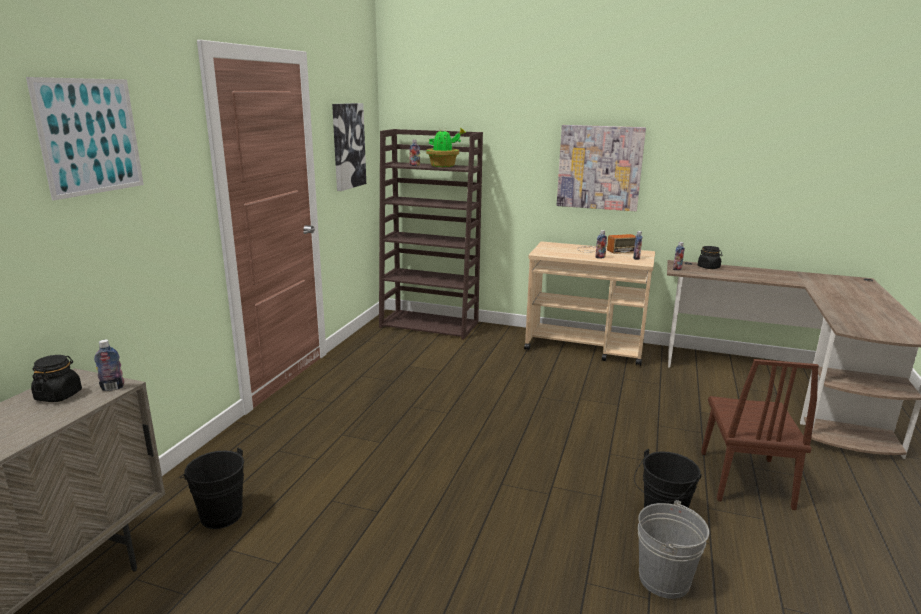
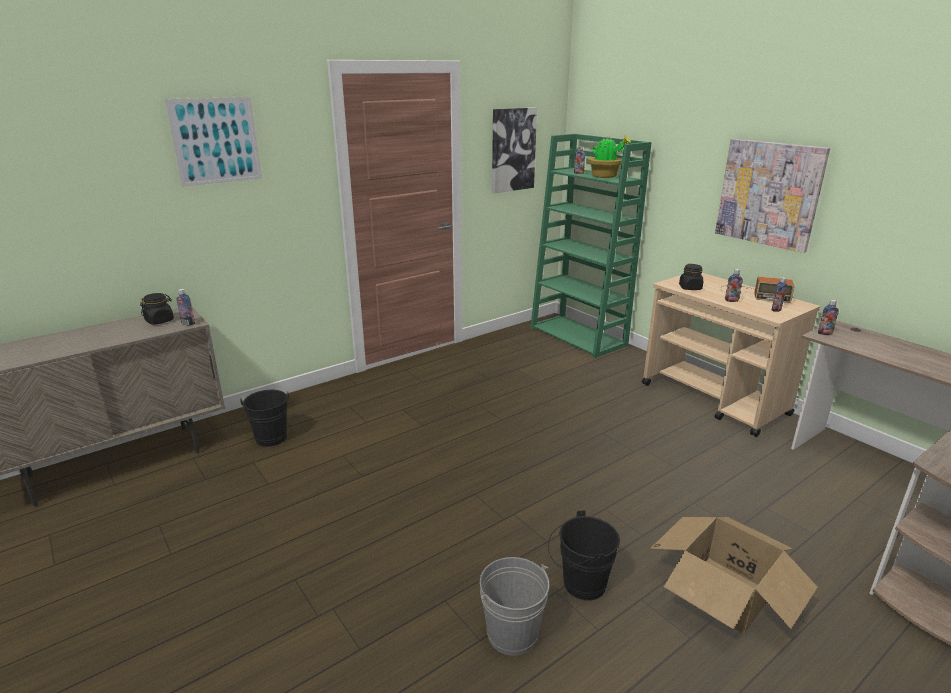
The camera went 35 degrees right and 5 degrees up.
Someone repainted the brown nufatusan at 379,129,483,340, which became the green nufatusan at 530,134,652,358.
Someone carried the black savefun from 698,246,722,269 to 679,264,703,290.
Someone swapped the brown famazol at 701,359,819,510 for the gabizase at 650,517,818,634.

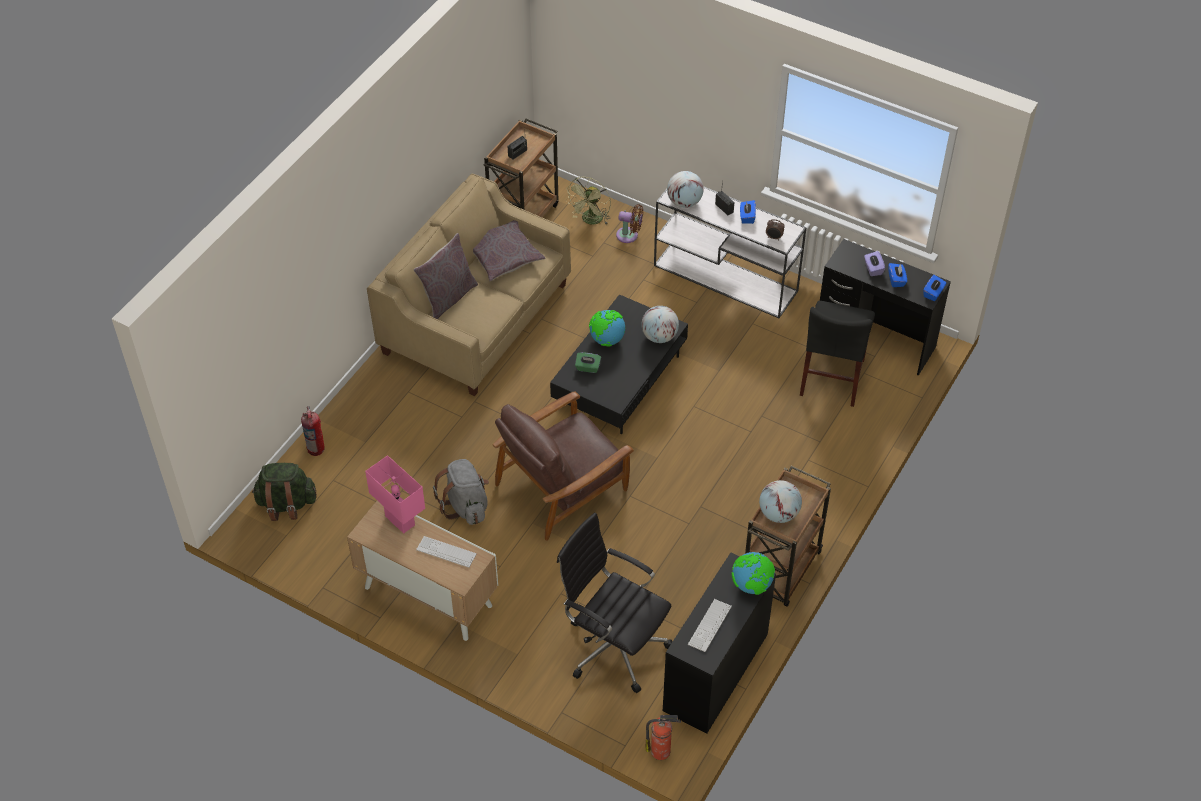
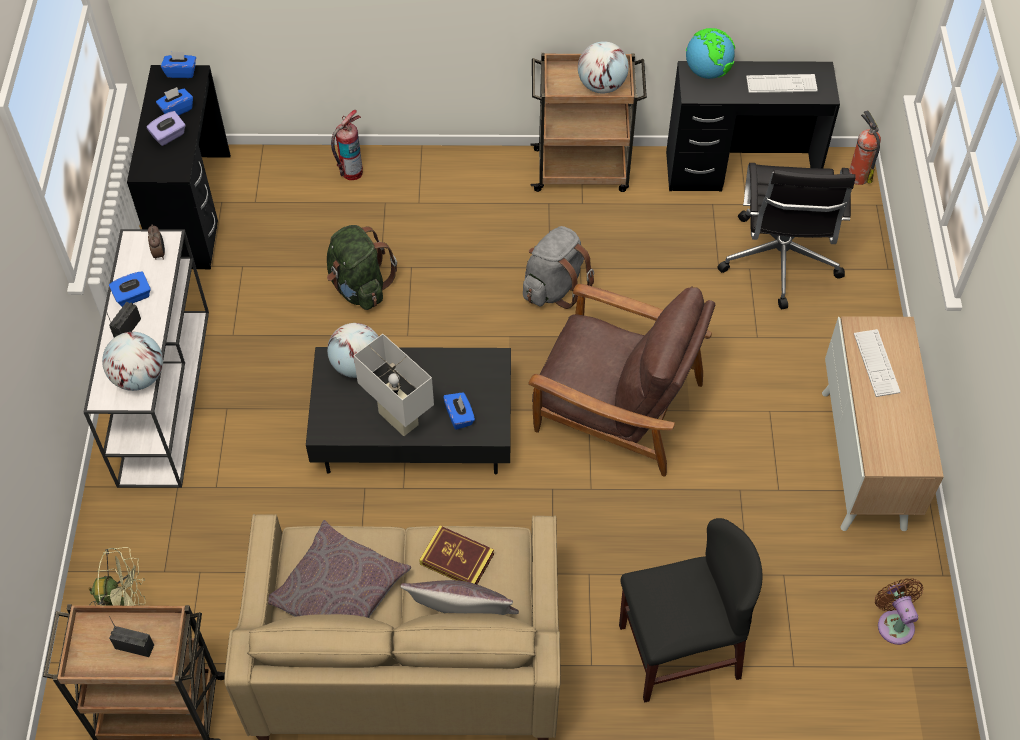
The camera went 120 degrees left and 5 degrees up.
Someone carried the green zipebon from 252,463,317,521 to 327,225,397,310.
Someone carried the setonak from 301,406,325,456 to 331,110,363,180.
Someone took away the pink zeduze at 365,455,425,533.
Someone carried the grey zipebon from 433,459,489,525 to 523,226,594,309.
Someone repainted the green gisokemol at 575,352,601,373, which became the blue gisokemol at 443,392,475,430.
Someone swapped the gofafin at 589,310,625,347 for the white zeduze at 353,334,434,436.
Someone carried the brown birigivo from 616,204,643,243 to 875,578,923,645.
Someone carried the black famazol from 800,301,875,407 to 619,518,762,702.
Someone put down the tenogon at 419,526,494,584.

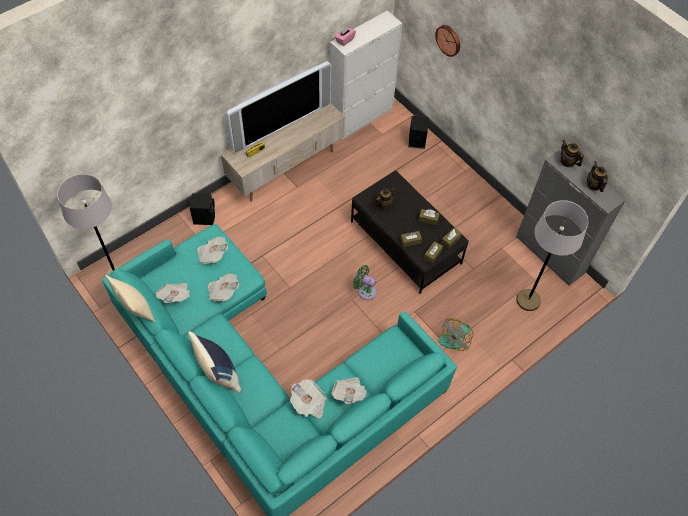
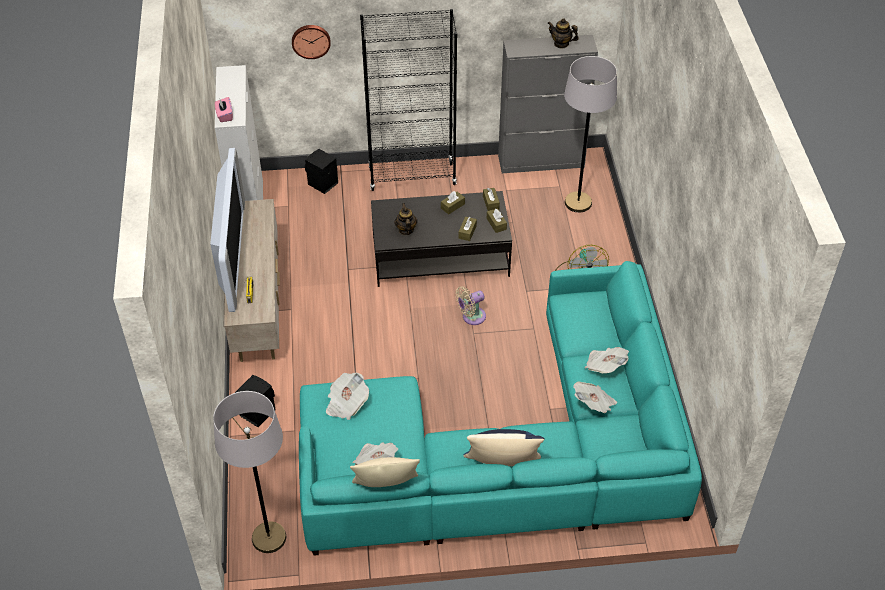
The camera went 55 degrees left and 10 degrees down.
Someone took away the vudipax at 208,273,239,301.
Someone repainted the green birigivo at 353,265,377,300, which became the beige birigivo at 455,287,486,325.
Someone took away the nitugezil at 561,140,584,167.
Someone put down the black nufatusan at 360,9,457,191.

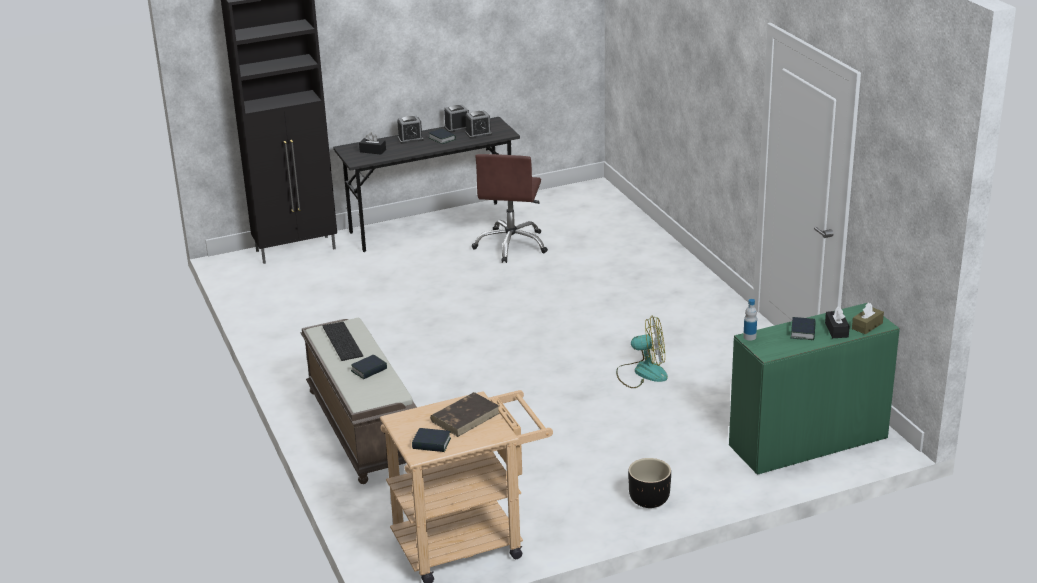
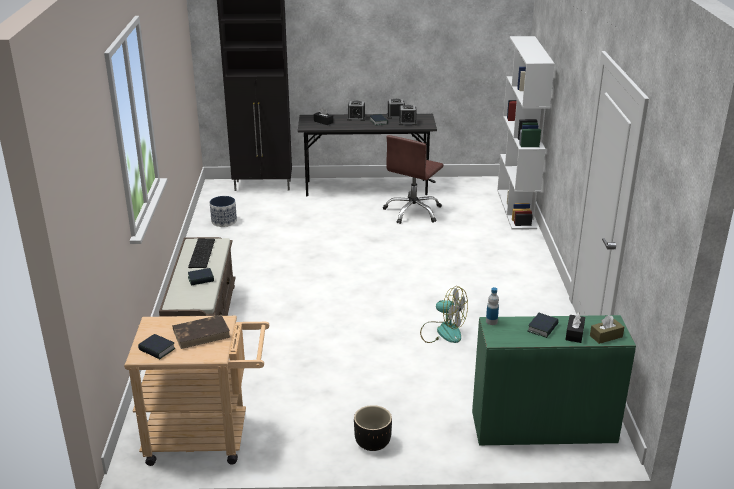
The camera went 20 degrees right and 0 degrees up.
Someone put down the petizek at 210,196,237,227.
Someone put down the white nufatusan at 497,36,555,230.

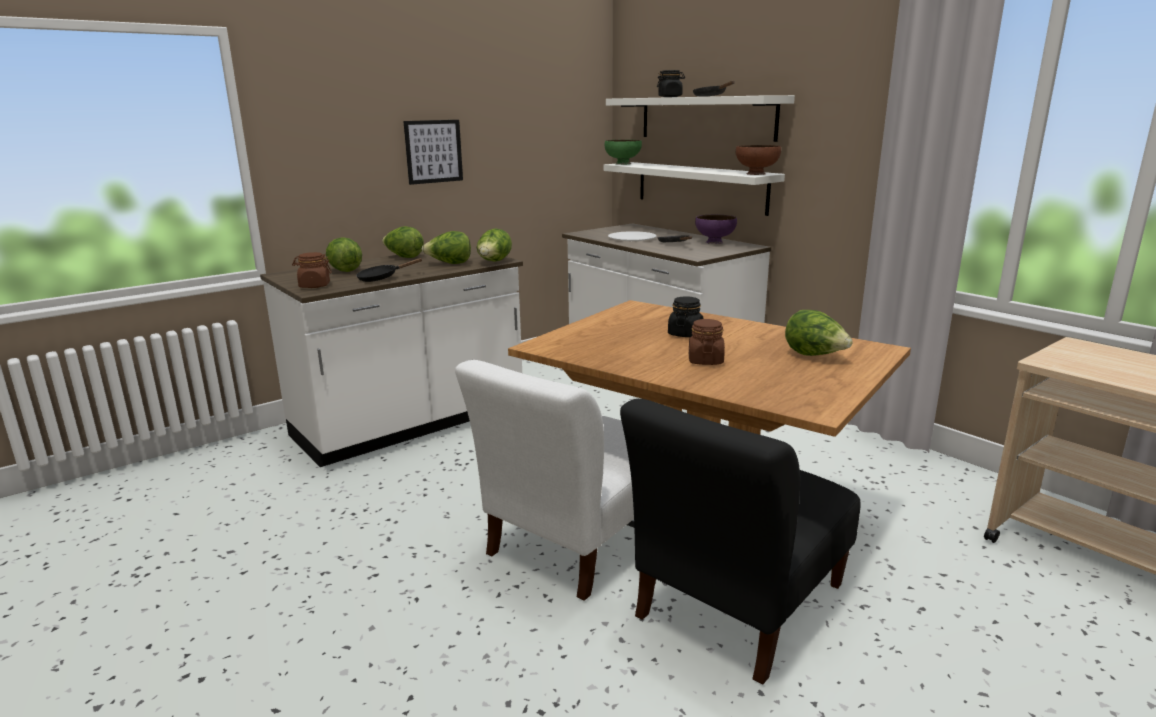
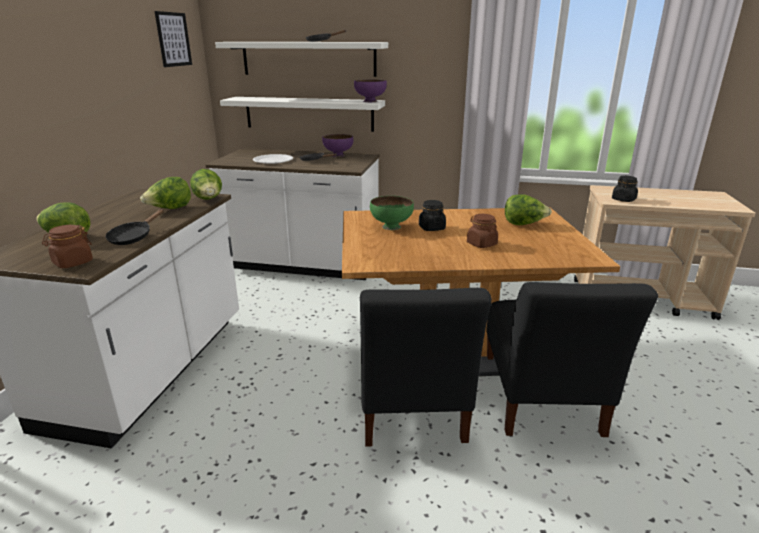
The camera went 40 degrees left and 5 degrees up.
Someone took away the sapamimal at 382,226,424,258.
Someone carried the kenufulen from 403,120,463,185 to 154,11,192,67.
Someone repainted the white famazol at 455,360,634,601, which became the black famazol at 360,288,492,447.
Someone carried the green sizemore from 605,140,642,165 to 370,196,414,230.
Someone carried the black savefun from 657,70,685,97 to 612,176,638,202.
Someone repainted the brown sizemore at 736,145,781,175, which became the purple sizemore at 354,79,387,102.

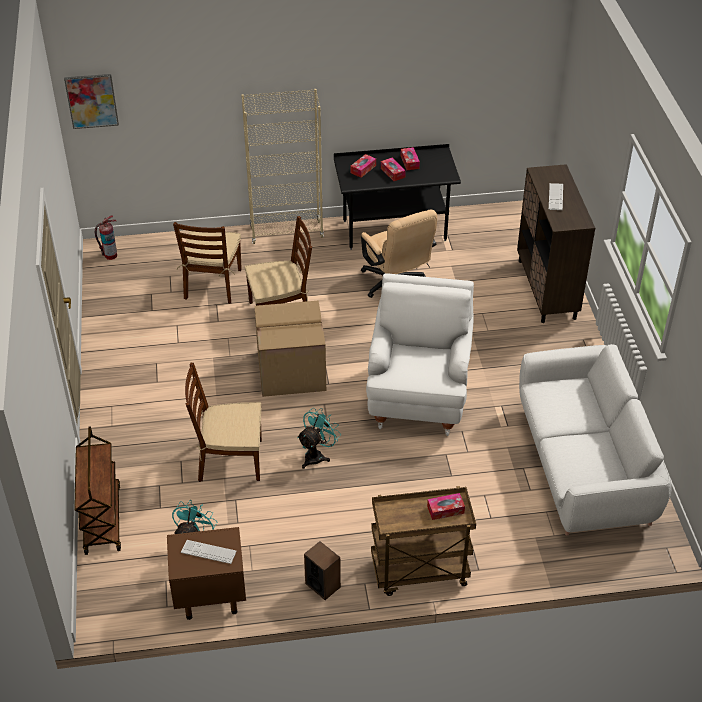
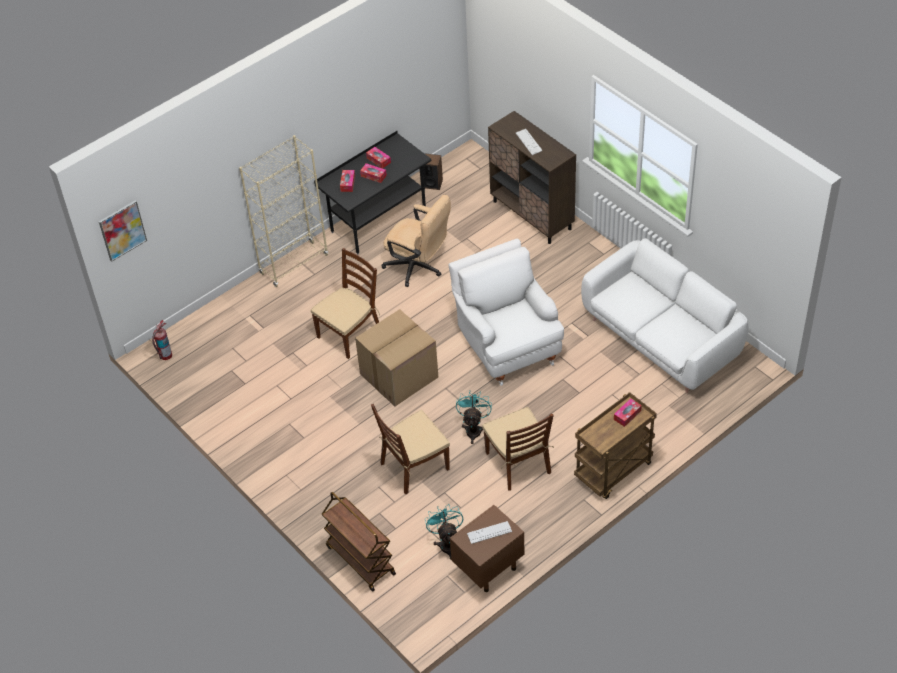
The camera went 30 degrees left and 5 degrees up.
Someone carried the brown famazol from 173,222,242,304 to 482,407,554,491.
Someone carried the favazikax from 304,541,341,600 to 420,153,443,190.

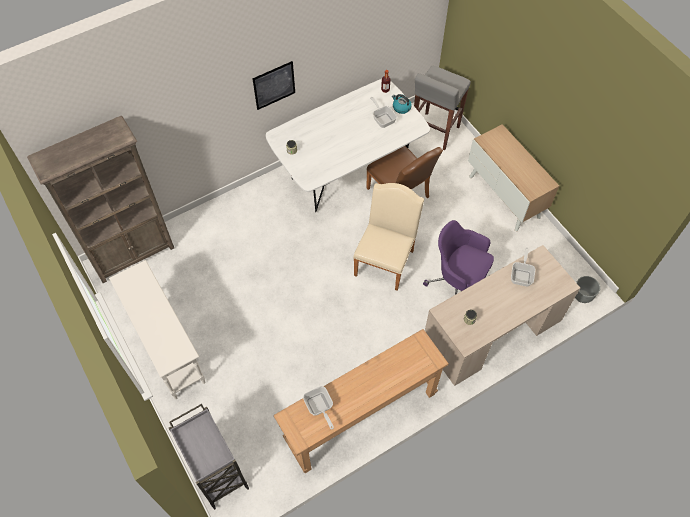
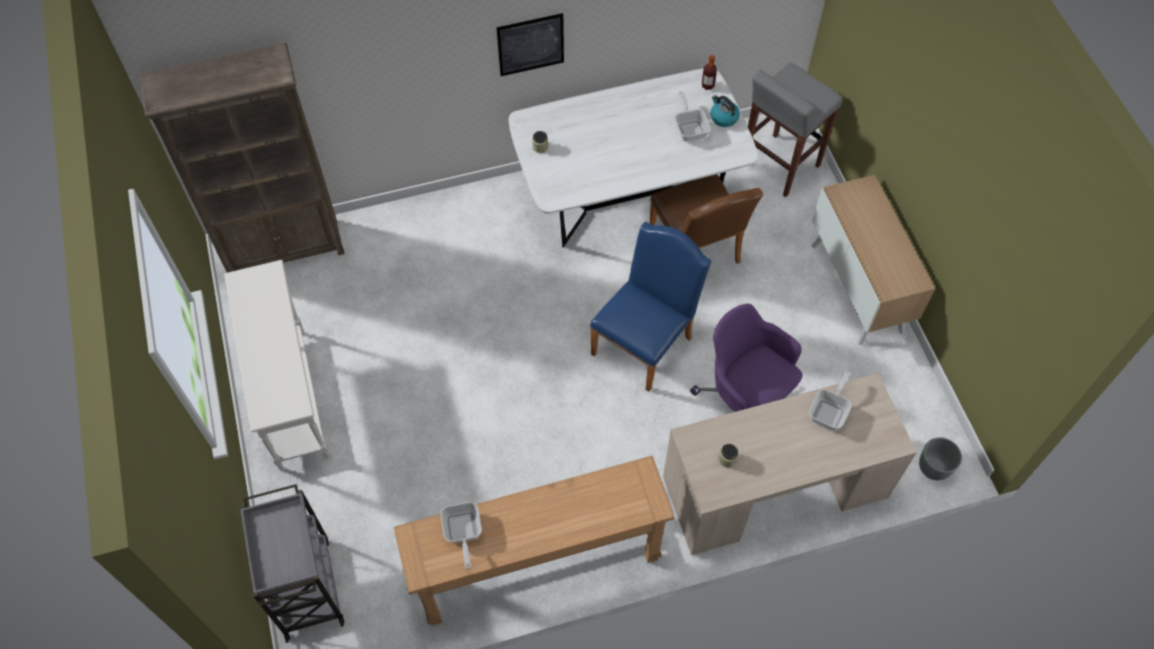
The camera went 15 degrees right and 0 degrees up.
Someone repainted the beige famazol at 353,183,424,291, which became the blue famazol at 590,222,711,392.

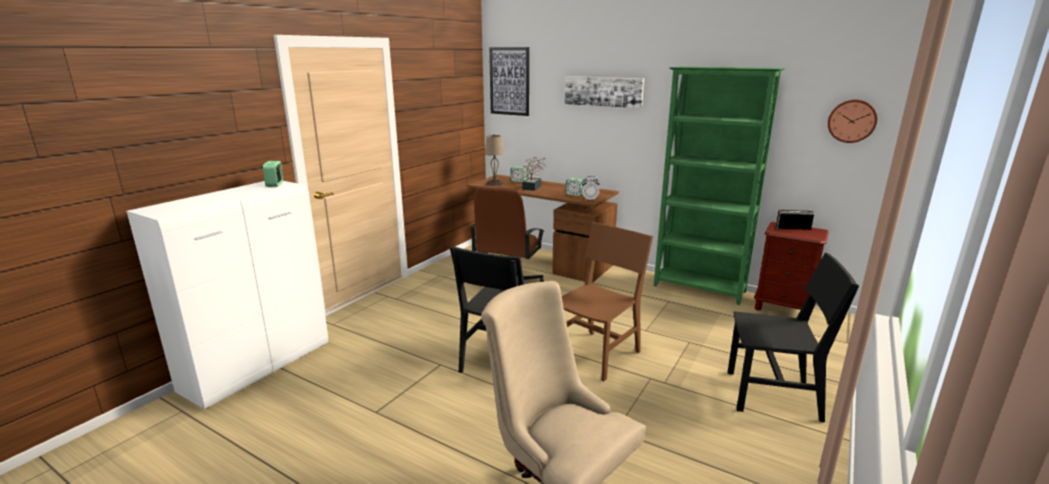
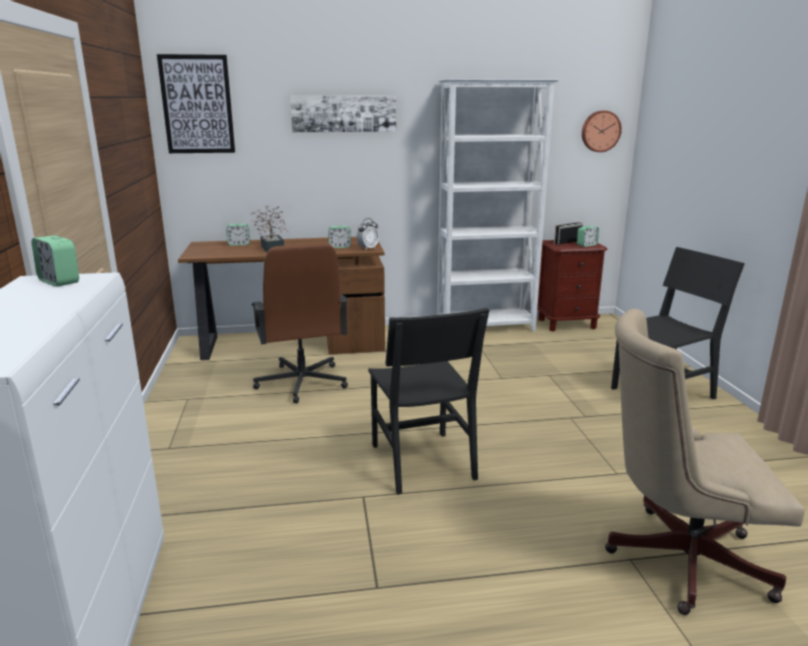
The camera went 40 degrees left and 0 degrees up.
Someone took away the beige zeduze at 485,134,504,186.
Someone took away the brown famazol at 562,222,653,381.
Someone repainted the green nufatusan at 654,66,785,305, which became the white nufatusan at 437,79,559,331.
Someone put down the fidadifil at 577,226,599,247.

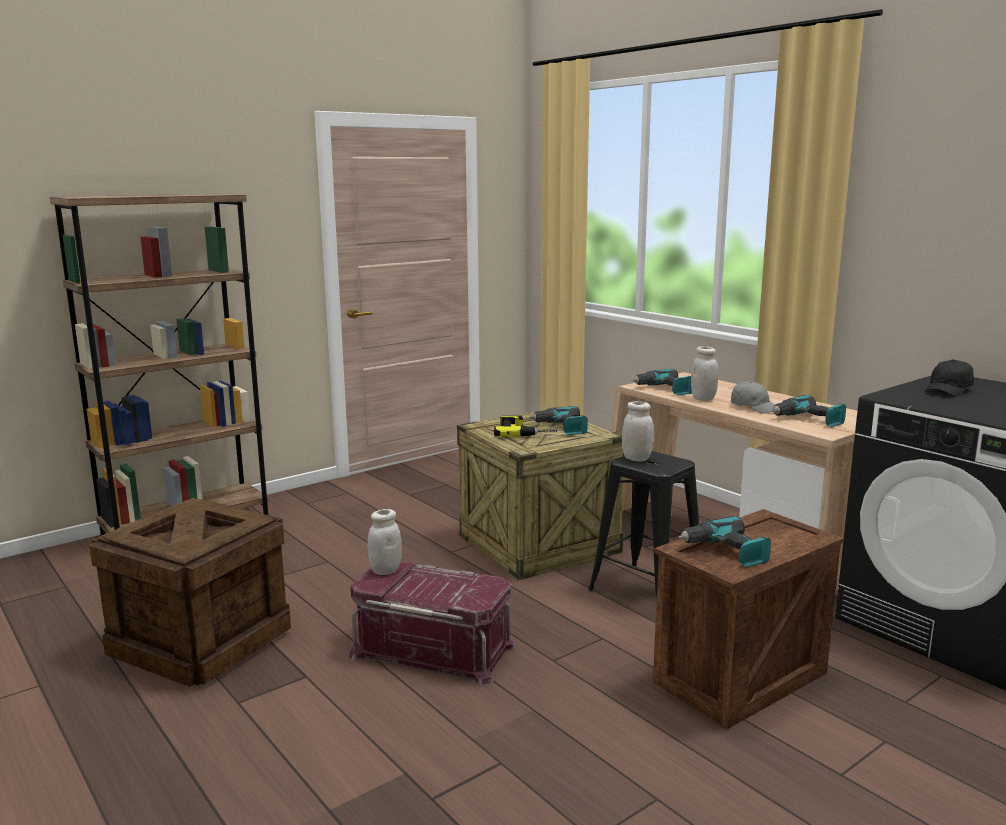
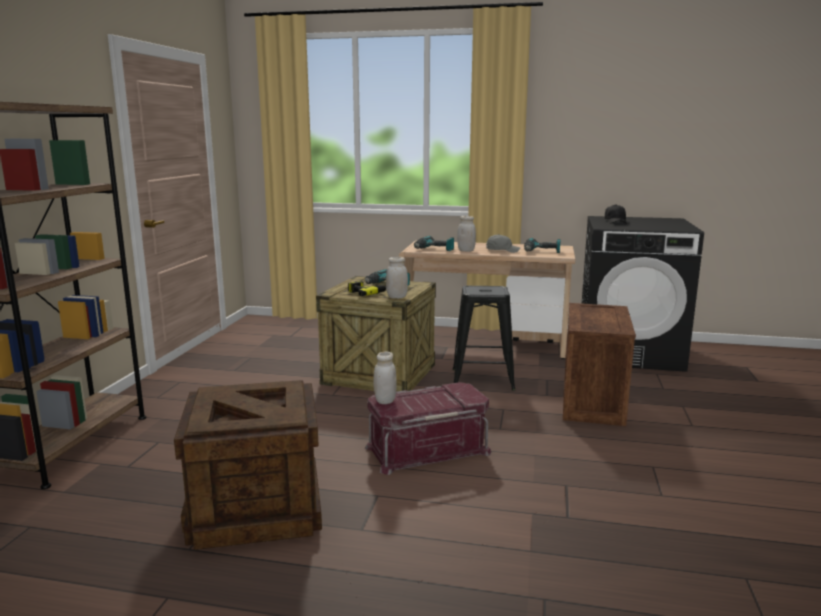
The camera went 40 degrees left and 0 degrees up.
Someone carried the white savefun from 622,401,654,462 to 386,257,408,299.
Someone took away the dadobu at 678,516,771,567.

